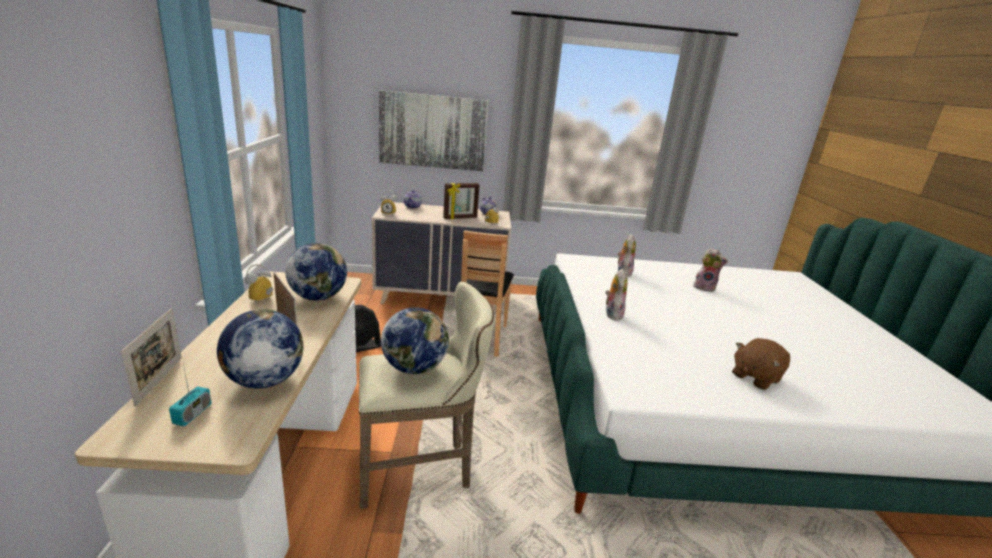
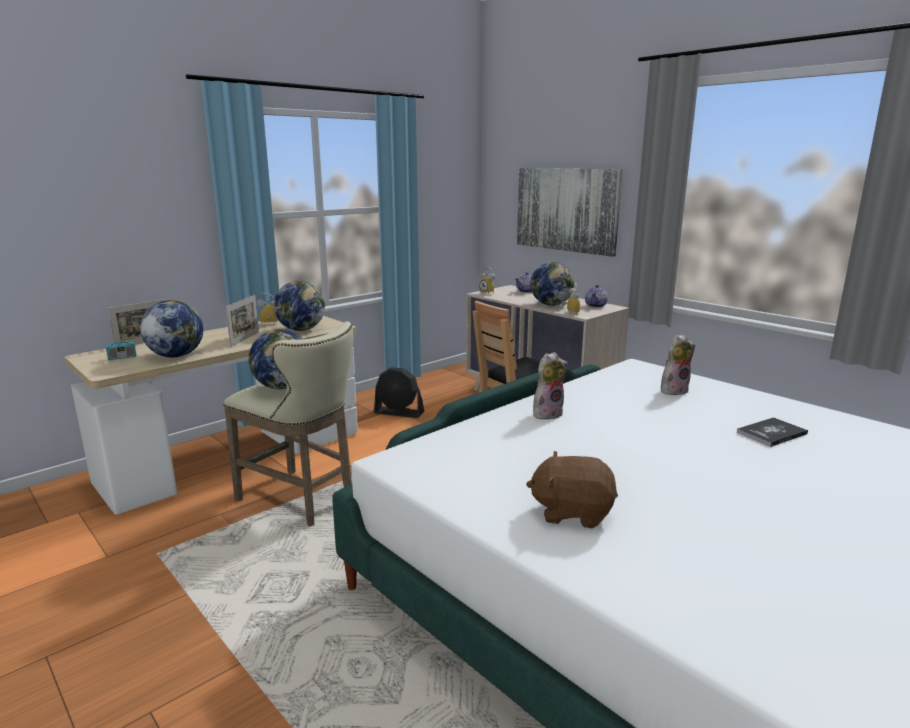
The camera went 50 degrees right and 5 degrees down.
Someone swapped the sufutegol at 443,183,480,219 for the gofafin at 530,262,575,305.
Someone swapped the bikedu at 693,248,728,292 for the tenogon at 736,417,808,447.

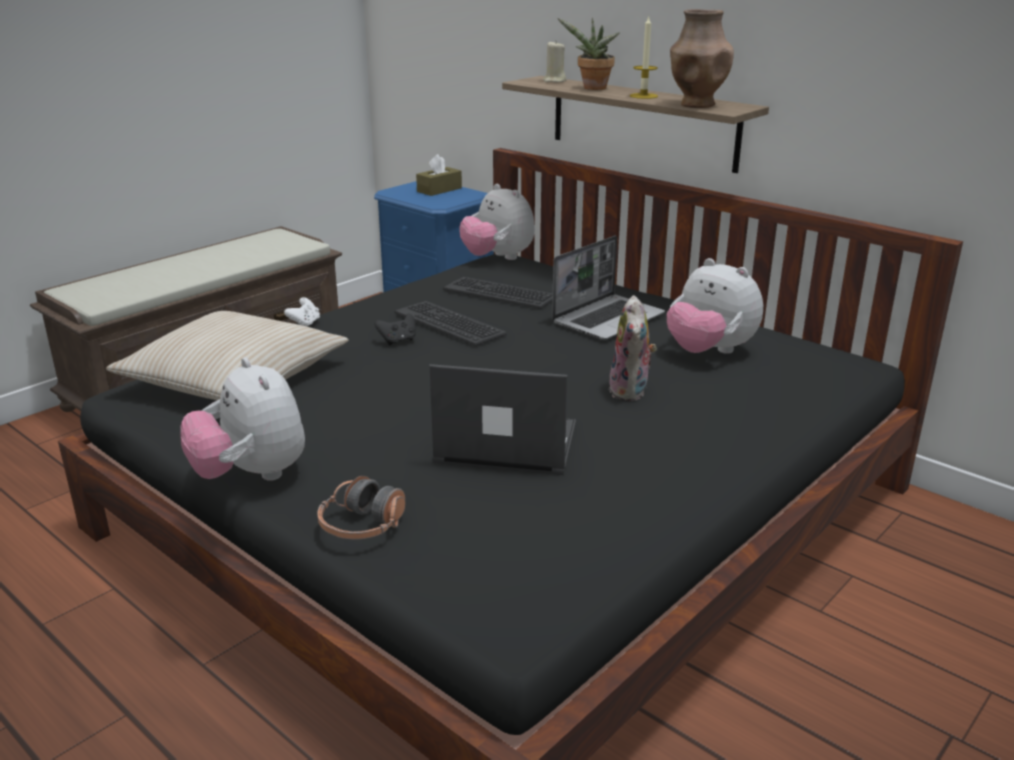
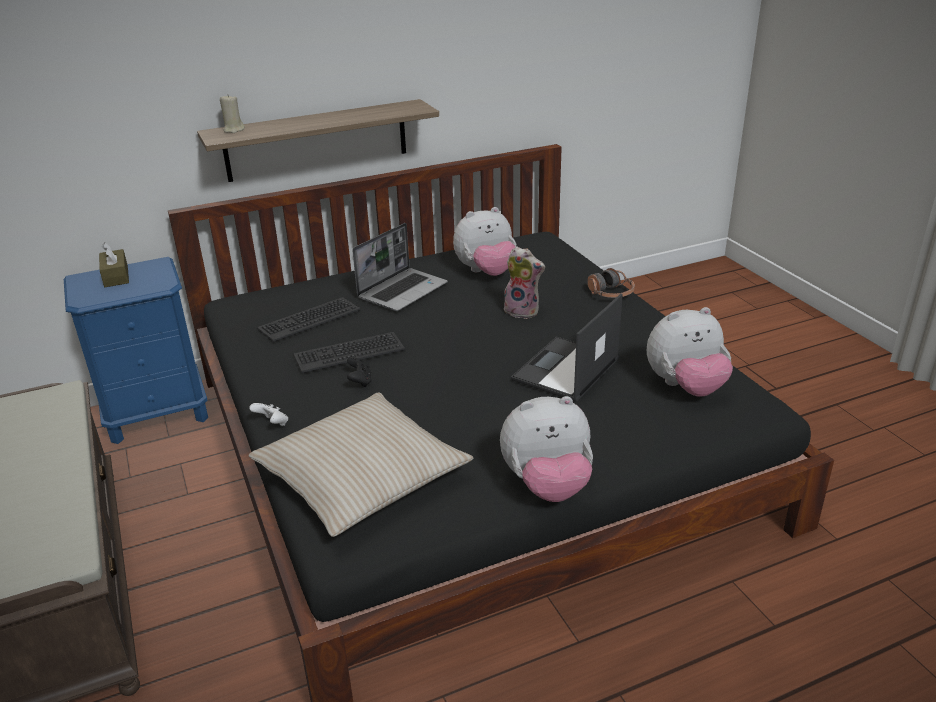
The camera went 65 degrees left and 5 degrees up.
Someone carried the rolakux from 317,476,406,540 to 587,268,635,298.
Someone carried the bikedu from 459,184,535,260 to 647,307,733,396.
Someone rotated the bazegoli at 552,236,665,340 by 60 degrees clockwise.
Someone took away the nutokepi at 557,18,620,90.
Someone took away the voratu at 630,17,658,99.
Someone took away the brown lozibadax at 670,9,734,108.

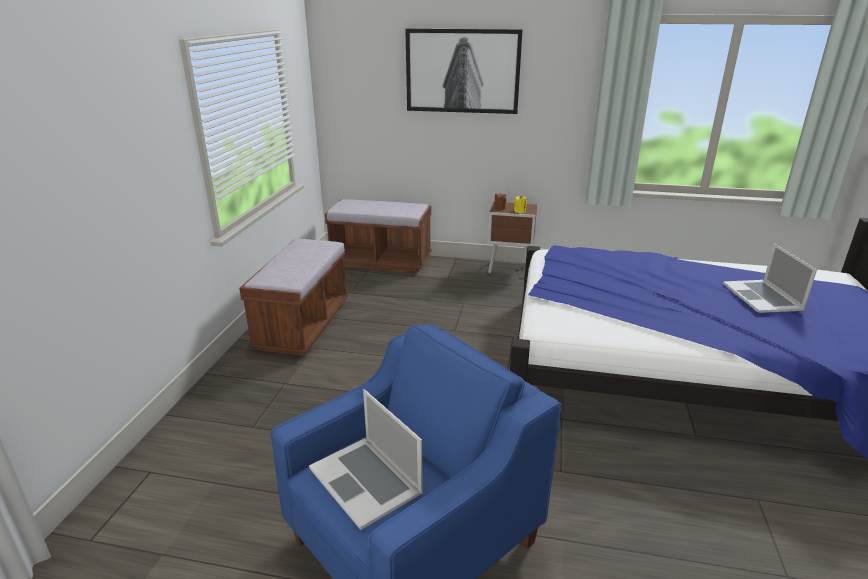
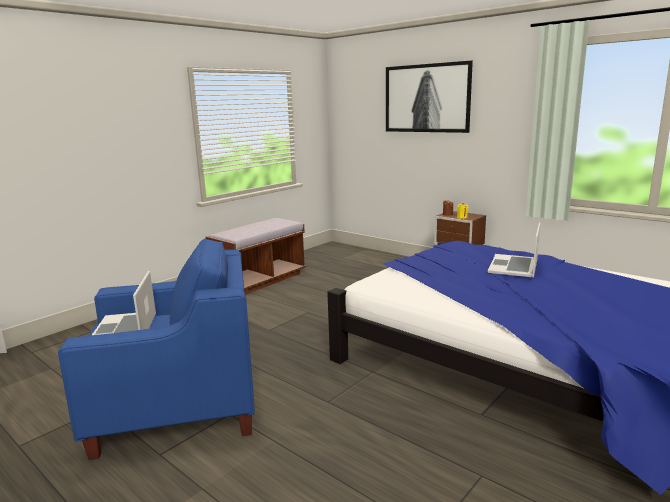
The camera went 30 degrees right and 10 degrees down.
Someone took away the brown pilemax at 325,199,431,273.
Someone carried the bazegoli from 723,244,817,313 to 488,222,541,277.

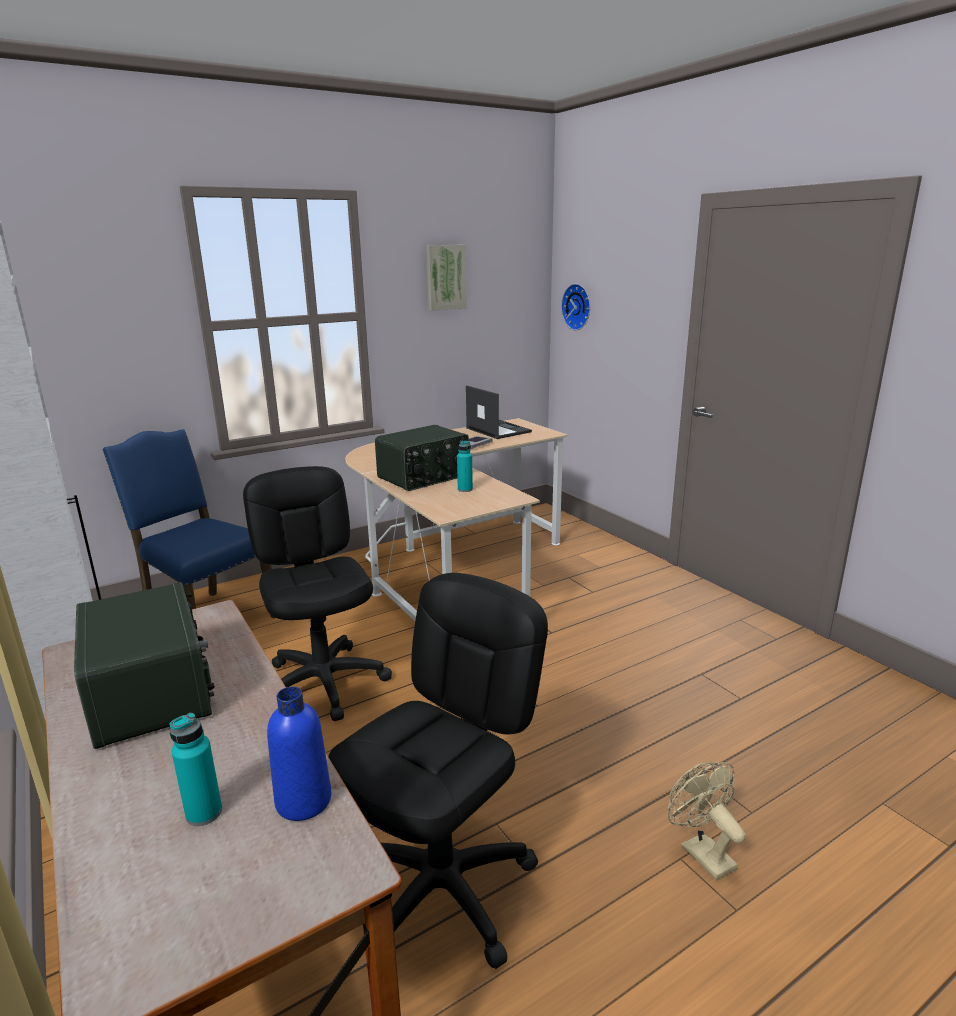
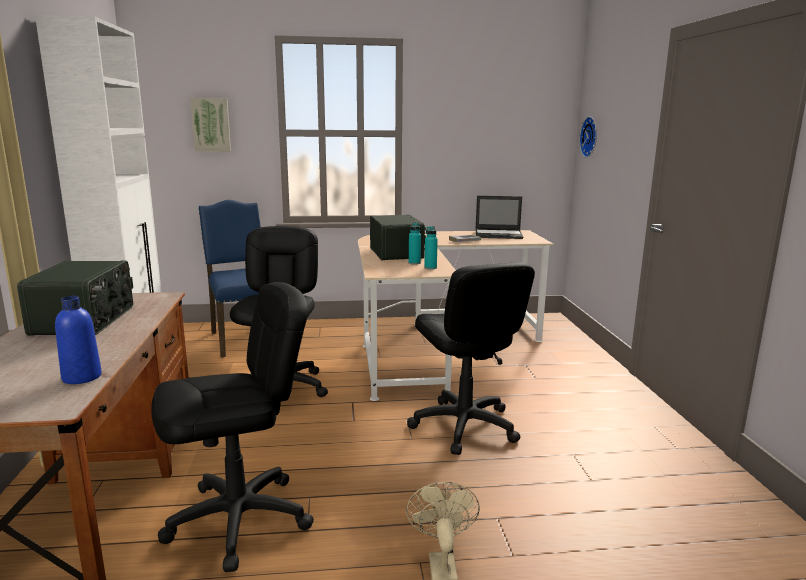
The camera went 25 degrees right and 5 degrees down.
Someone carried the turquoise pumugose from 170,713,222,826 to 424,226,438,270.
Someone rotated the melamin at 375,425,469,491 by 90 degrees counterclockwise.
Someone carried the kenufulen from 426,245,467,311 to 190,98,231,152.
Someone rotated the bazegoli at 466,385,532,439 by 105 degrees clockwise.
Someone put down the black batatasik at 407,262,535,455.

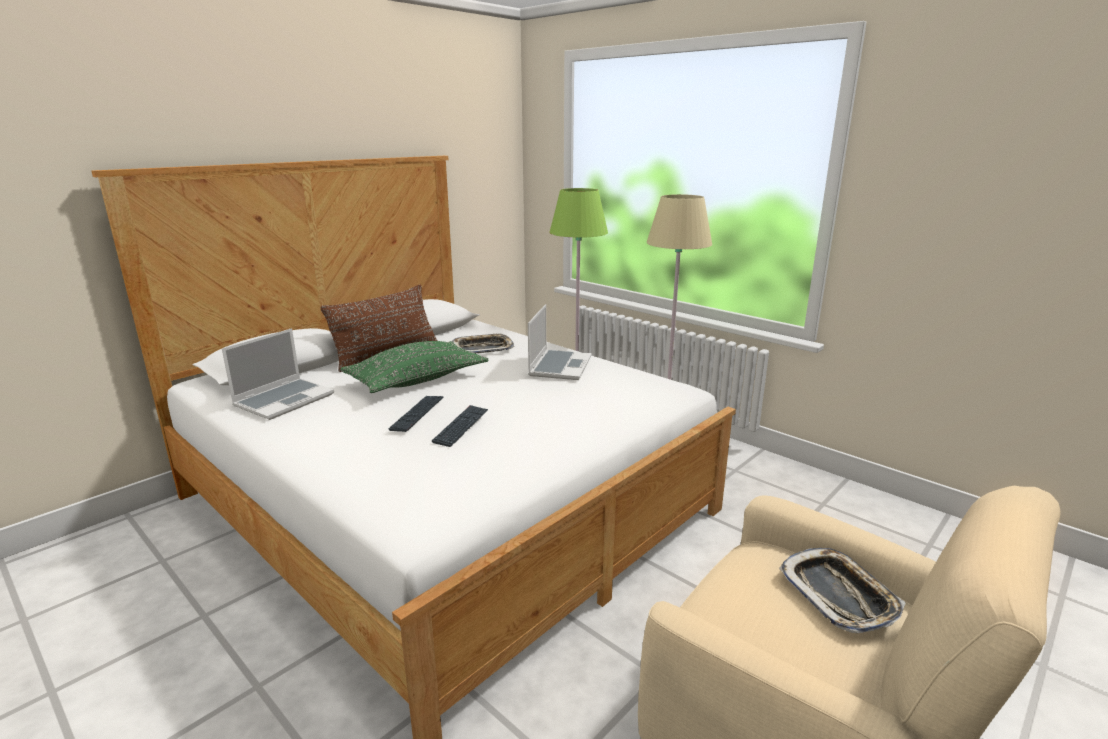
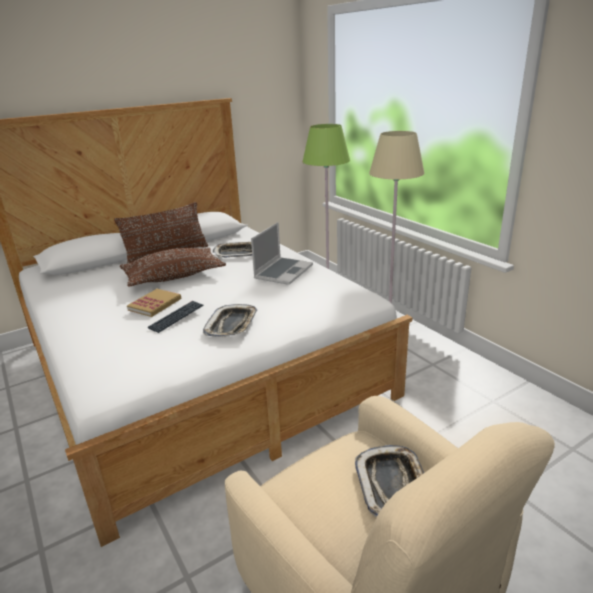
The camera went 15 degrees right and 5 degrees up.
Someone took away the bazegoli at 222,328,334,420.
Someone repainted the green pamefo at 341,341,488,393, which became the brown pamefo at 120,247,226,287.
Someone swapped the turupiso at 389,396,444,432 for the tenogon at 127,289,182,317.
Someone put down the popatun at 203,304,257,337.

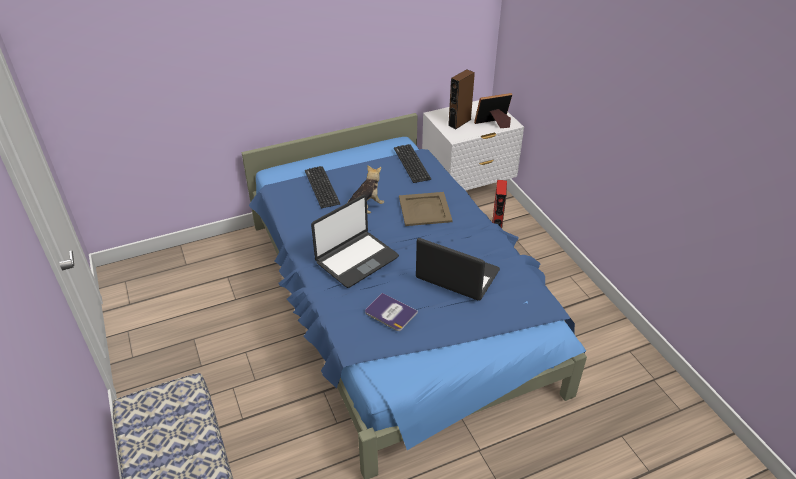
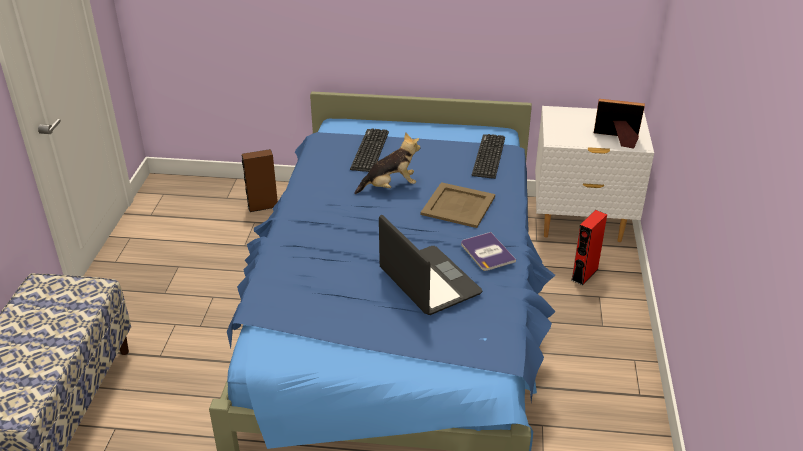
The camera went 30 degrees right and 5 degrees down.
Someone took away the bazegoli at 311,195,399,288.
Someone carried the tenogon from 365,293,418,331 to 461,232,516,271.
Someone carried the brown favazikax from 448,69,475,129 to 242,149,278,212.

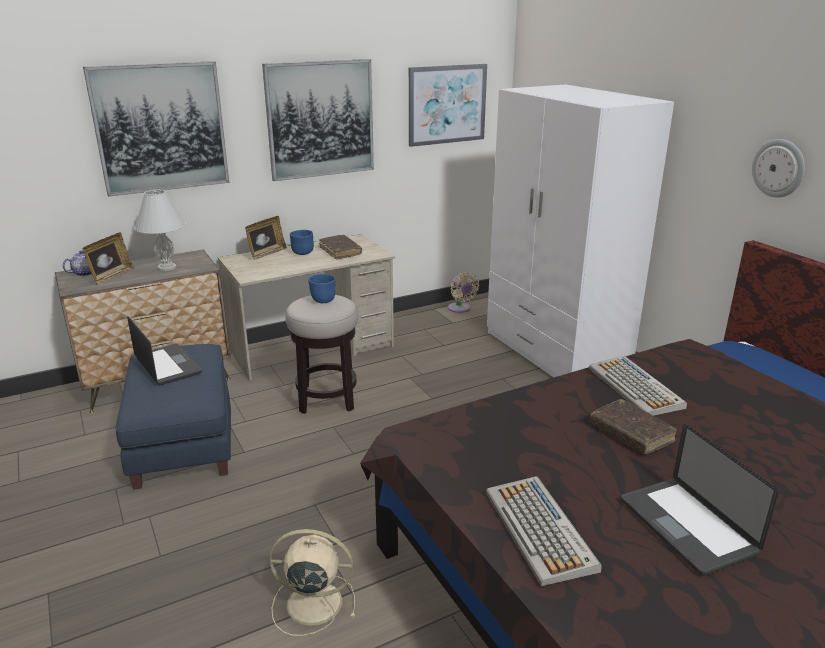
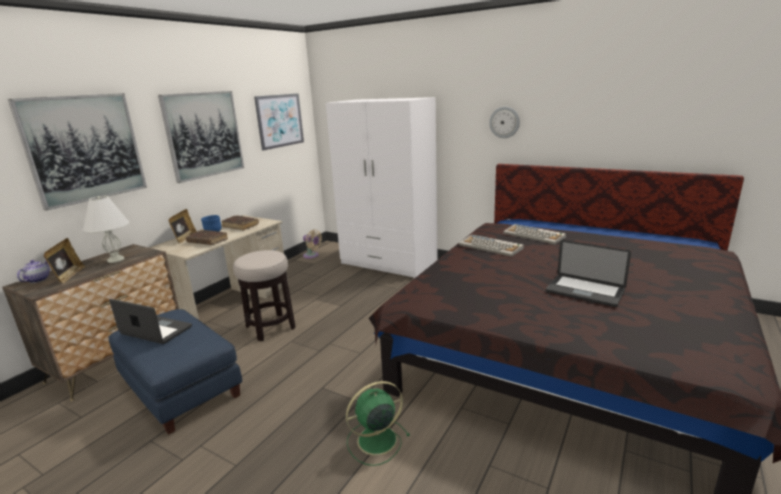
The camera went 30 degrees left and 5 degrees down.
Someone repainted the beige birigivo at 269,529,355,636, which became the green birigivo at 346,381,410,466.
Someone took away the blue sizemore at 308,274,336,303.
Someone carried the turupiso from 486,476,602,586 to 503,224,566,244.
Someone carried the brown tenogon from 590,399,677,454 to 186,230,228,245.

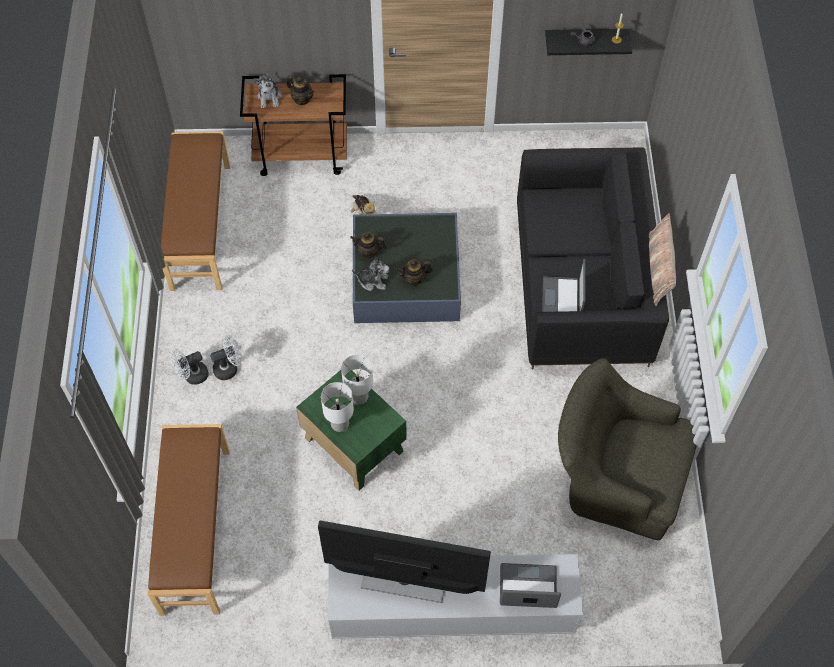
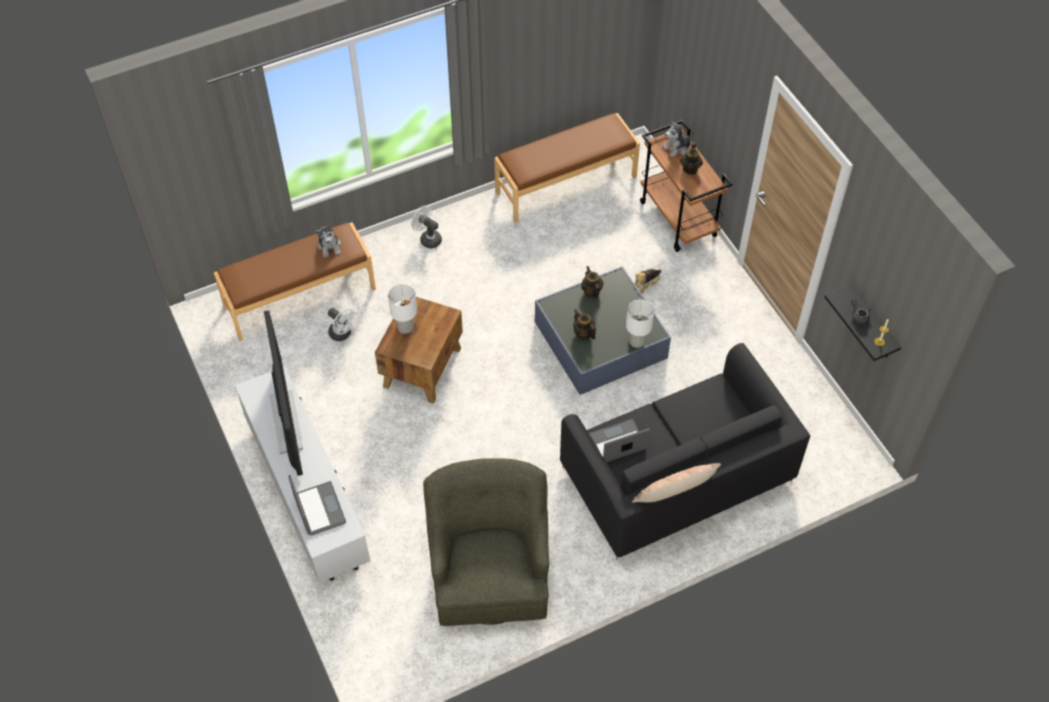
The camera went 65 degrees right and 5 degrees down.
Someone carried the white birigivo from 210,335,242,380 to 328,308,356,341.
Someone repainted the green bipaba at 296,370,407,491, which became the brown bipaba at 375,297,463,404.
Someone carried the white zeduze from 341,355,373,405 to 626,299,654,348.
Someone carried the bikedu from 352,257,389,291 to 315,224,341,258.

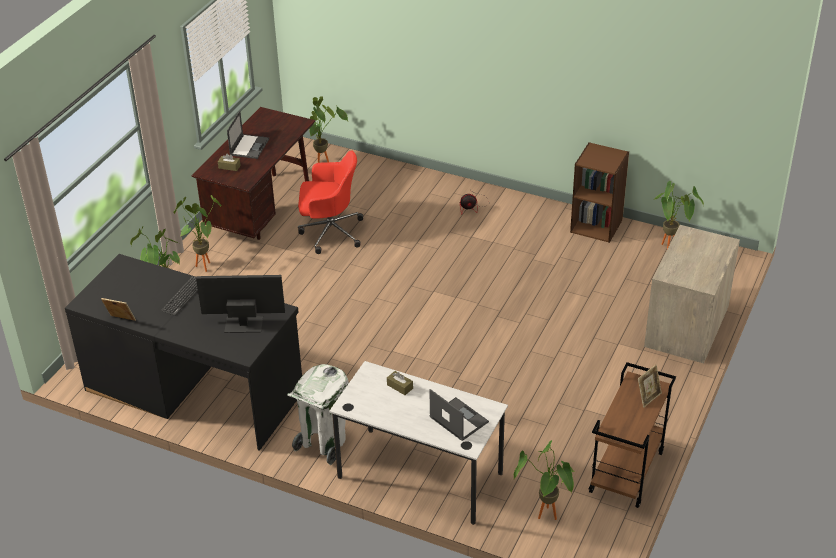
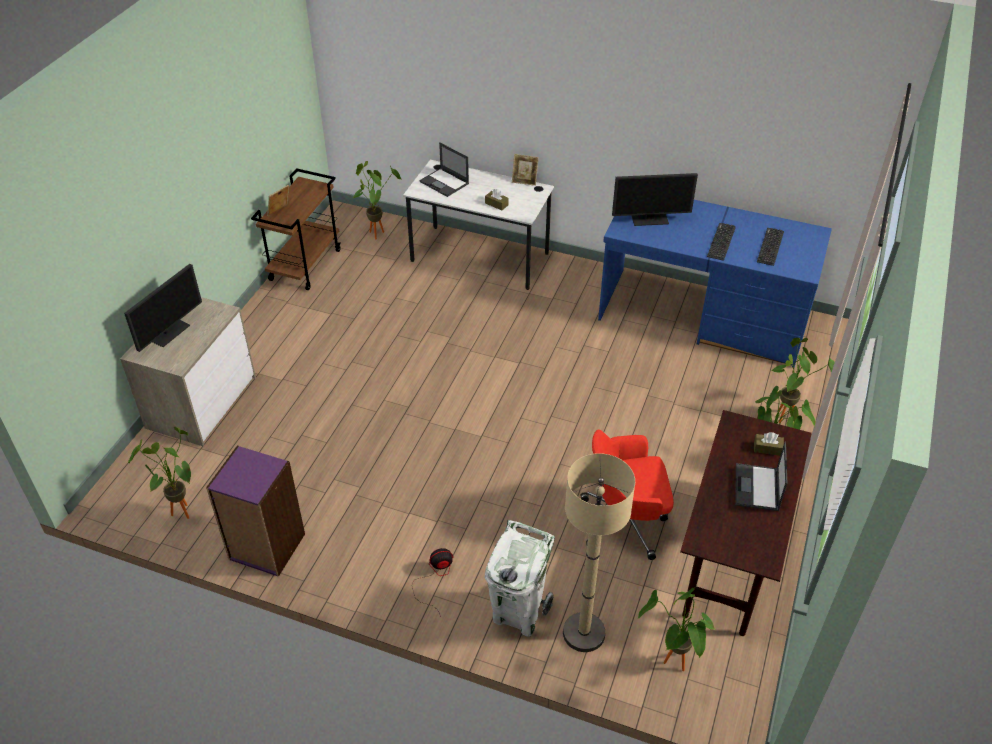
The camera went 175 degrees right and 5 degrees up.
Someone repainted the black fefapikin at 65,254,302,451, which became the blue fefapikin at 598,200,832,368.
Someone carried the sufutegol from 101,298,136,321 to 512,154,539,186.
Someone carried the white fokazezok from 287,364,349,465 to 485,520,555,637.
Someone repainted the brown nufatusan at 570,142,629,243, which became the purple nufatusan at 206,445,305,577.
Someone put down the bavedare at 124,264,202,352.
Someone put down the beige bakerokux at 563,453,635,652.
Someone put down the turupiso at 757,228,784,266.

